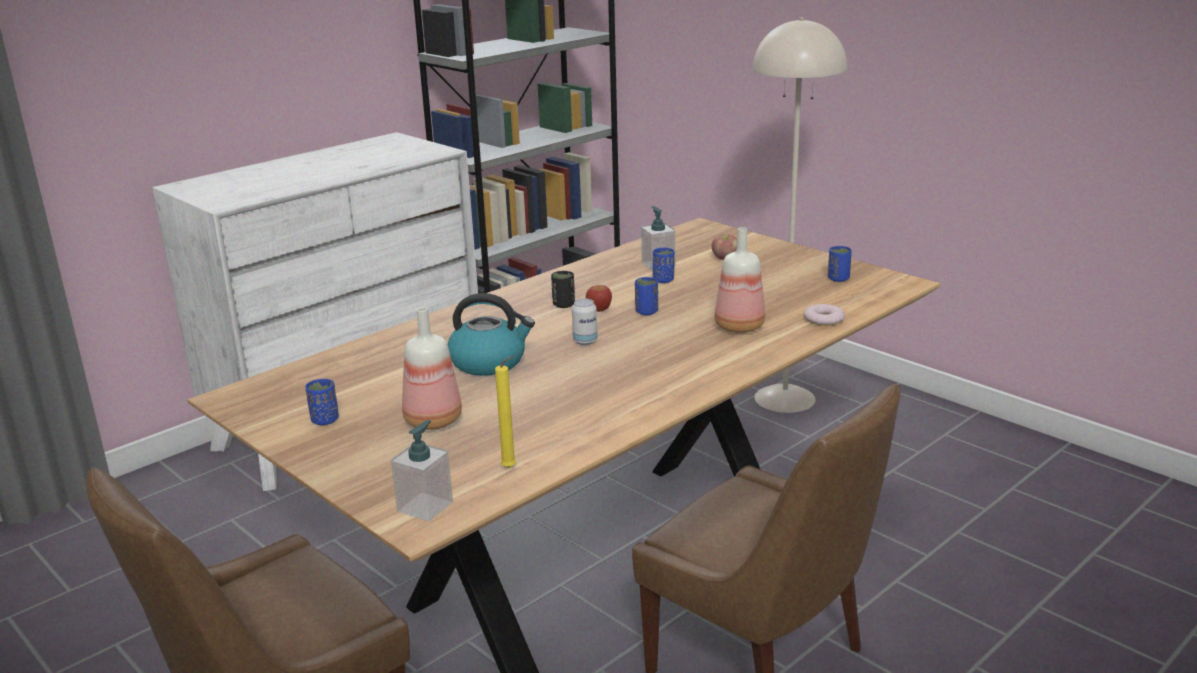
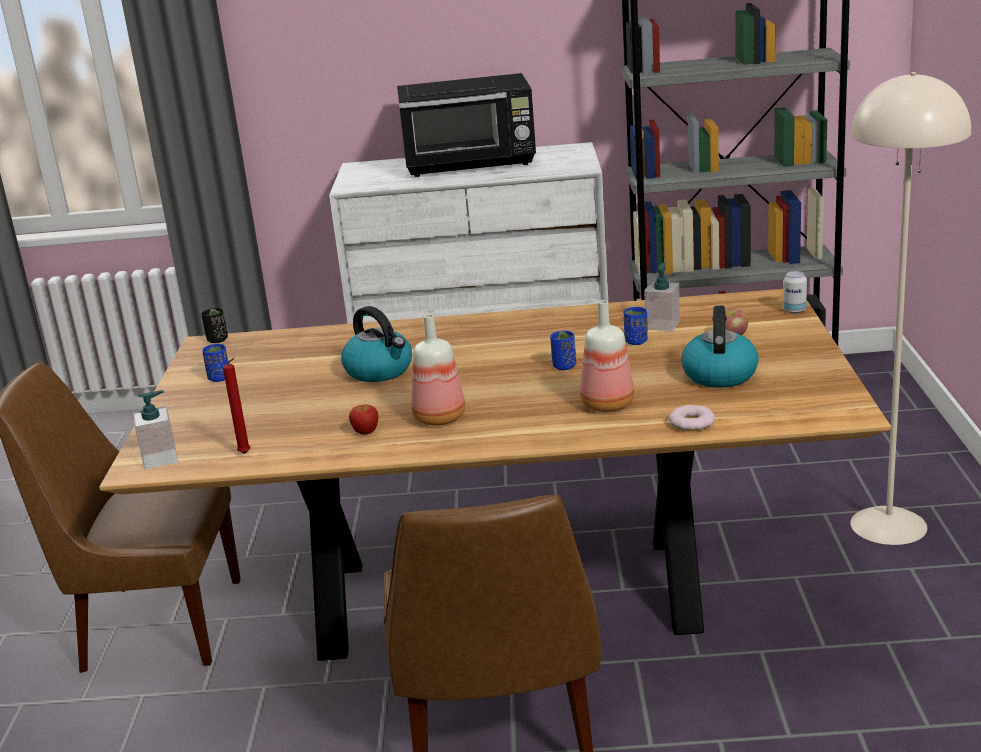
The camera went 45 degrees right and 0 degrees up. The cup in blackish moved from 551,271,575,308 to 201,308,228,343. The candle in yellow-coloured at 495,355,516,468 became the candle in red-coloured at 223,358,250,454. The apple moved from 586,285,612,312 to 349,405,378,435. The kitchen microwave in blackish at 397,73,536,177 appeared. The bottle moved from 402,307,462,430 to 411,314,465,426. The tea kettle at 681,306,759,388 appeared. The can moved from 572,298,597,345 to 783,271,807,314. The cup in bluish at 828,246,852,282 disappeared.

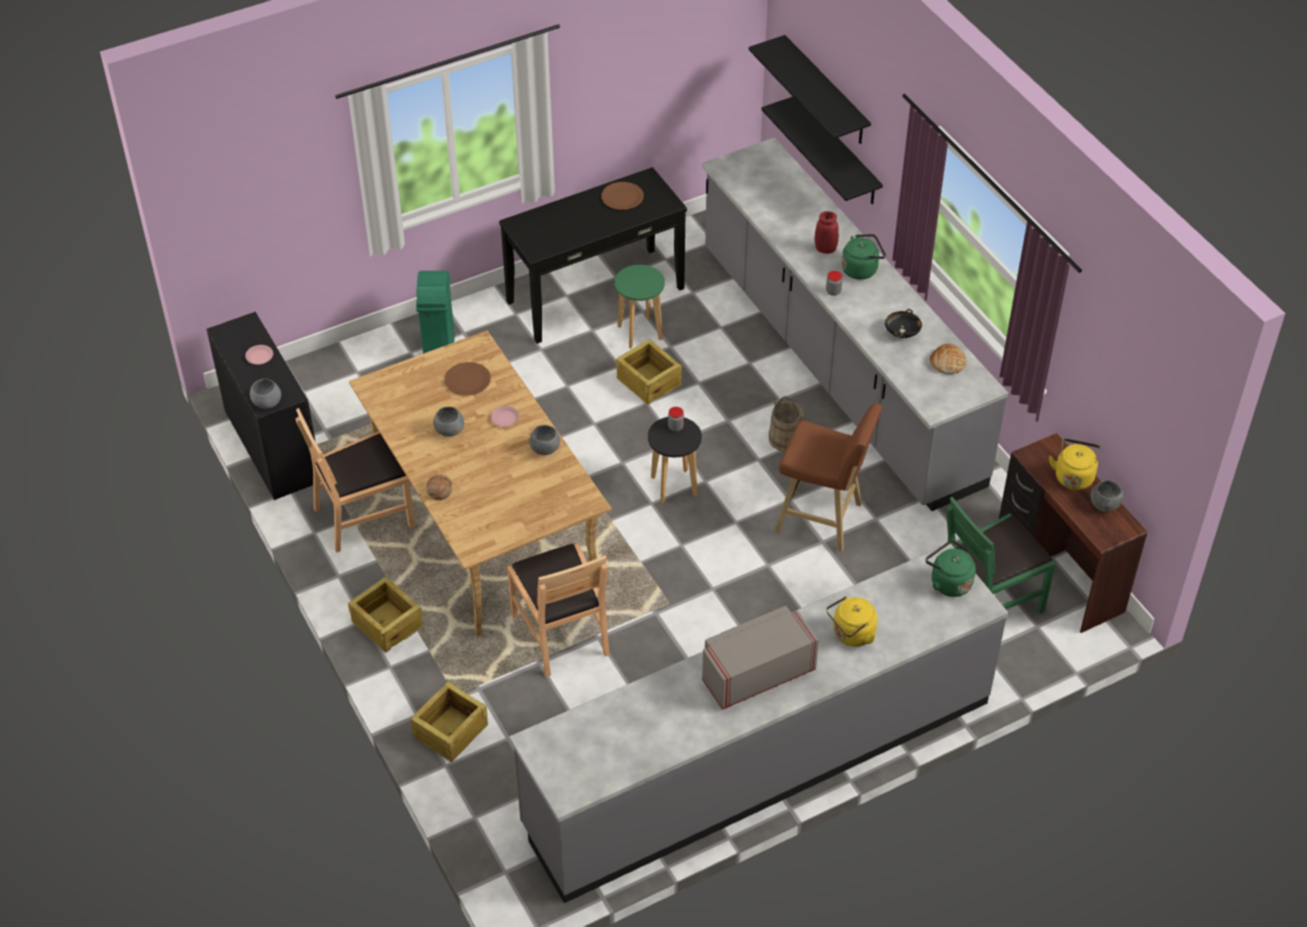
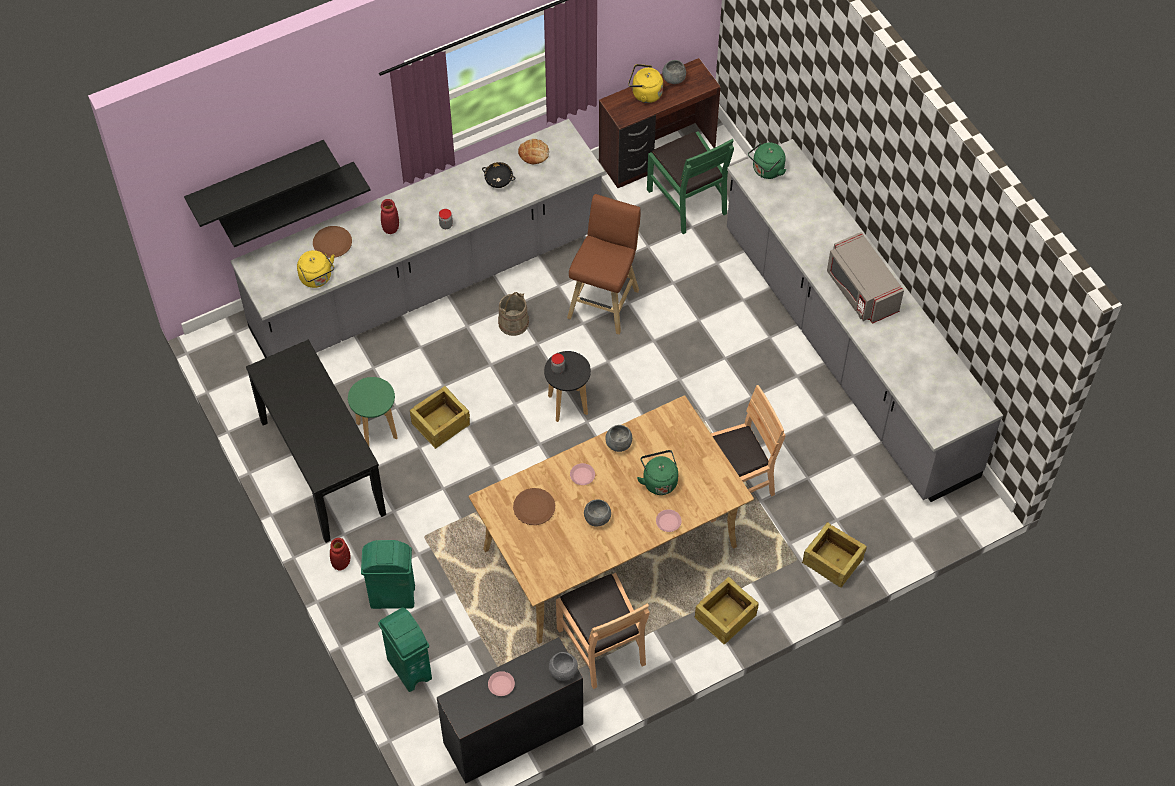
The camera went 90 degrees left and 10 degrees up. The tea kettle in yellow-coloured moved from 826,596,877,647 to 297,250,335,288. The plate in brownish moved from 601,182,644,210 to 313,226,352,258. The vase in red-coloured at 330,538,350,571 appeared. The waste bin in green-coloured at 378,608,432,692 appeared. The tea kettle in green-coloured moved from 842,234,886,280 to 637,450,678,495. The baked bread at 426,475,452,500 was replaced by the plate in pink-coloured at 656,509,681,532.

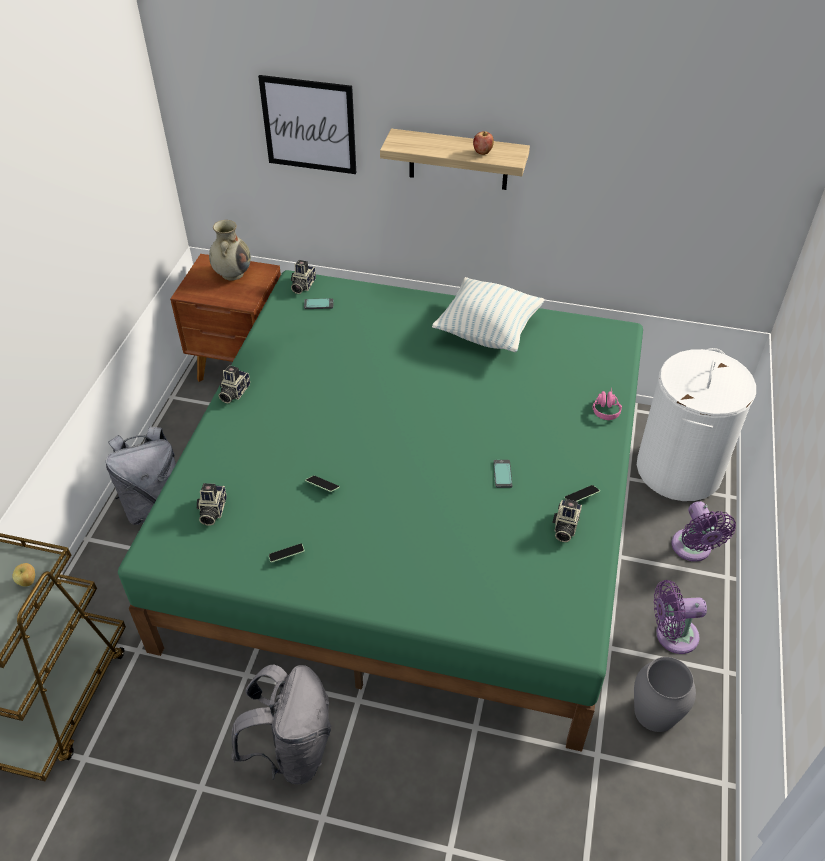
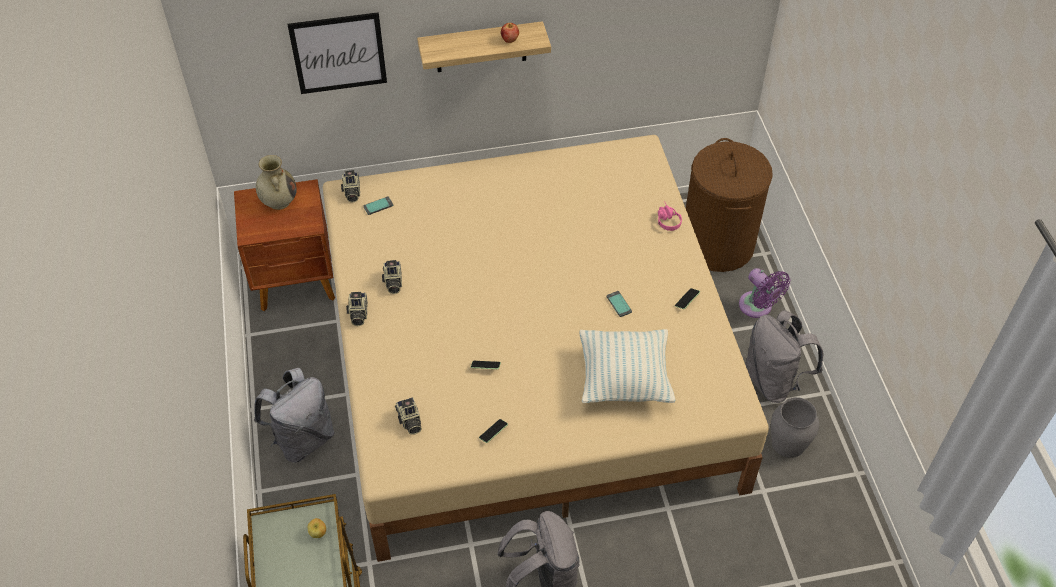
The camera went 25 degrees left and 5 degrees up. The bedroom bed in green-coloured at 118,270,643,752 became the bedroom bed in sand-coloured at 323,135,769,562. The still camera moved from 552,499,582,542 to 382,260,402,294. The throw pillow moved from 432,277,544,352 to 580,329,675,403. The hamper in whitish at 637,348,756,501 became the hamper in brownish at 686,138,773,272. The cooling fan in purple-coloured at 654,580,707,654 was replaced by the knapsack in gray at 745,310,824,403.

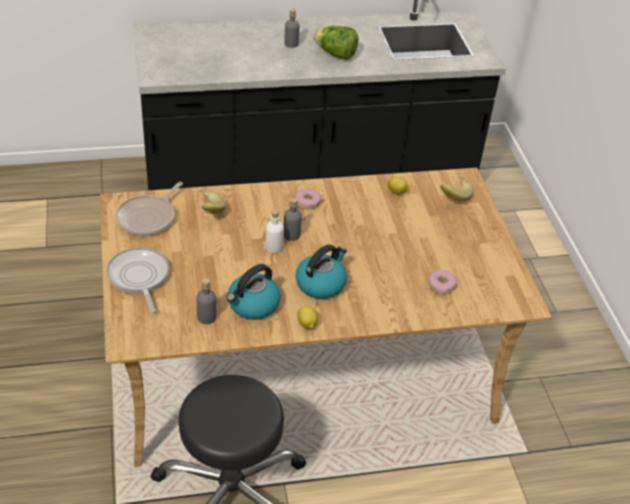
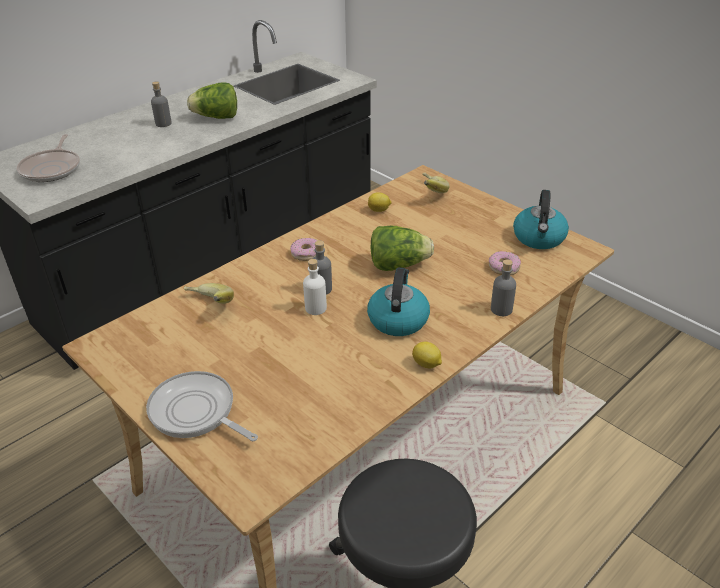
The camera went 30 degrees left and 5 degrees down. The frying pan moved from 116,182,183,236 to 17,134,80,182. The head of lettuce at 370,226,434,271 appeared. The bottle in gray moved from 197,278,216,324 to 491,259,516,316. The tea kettle moved from 227,264,281,320 to 513,190,569,249.

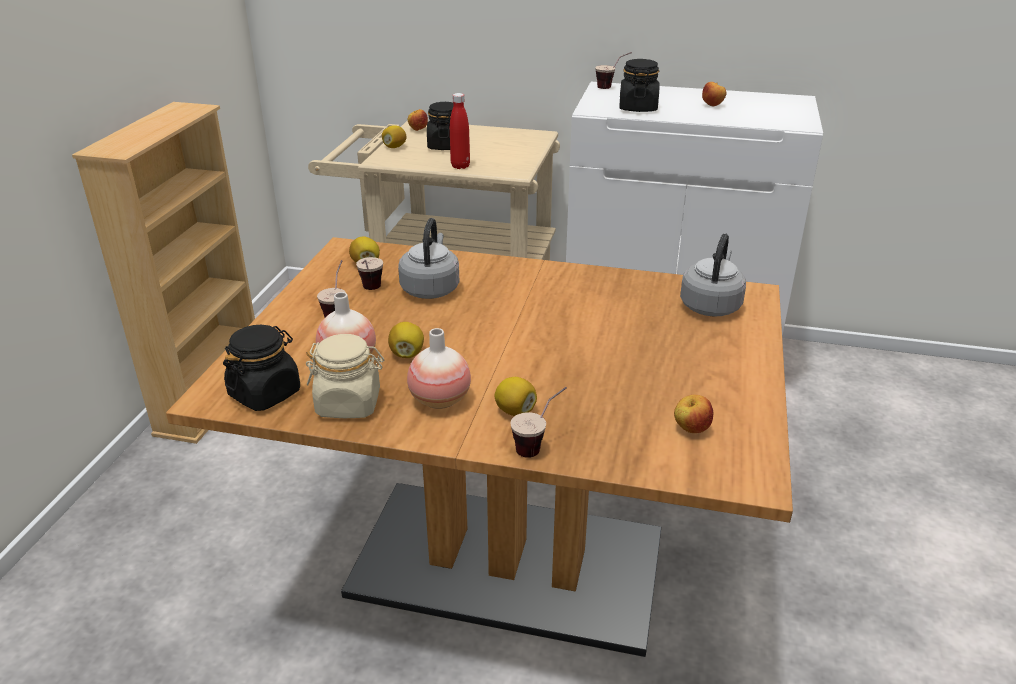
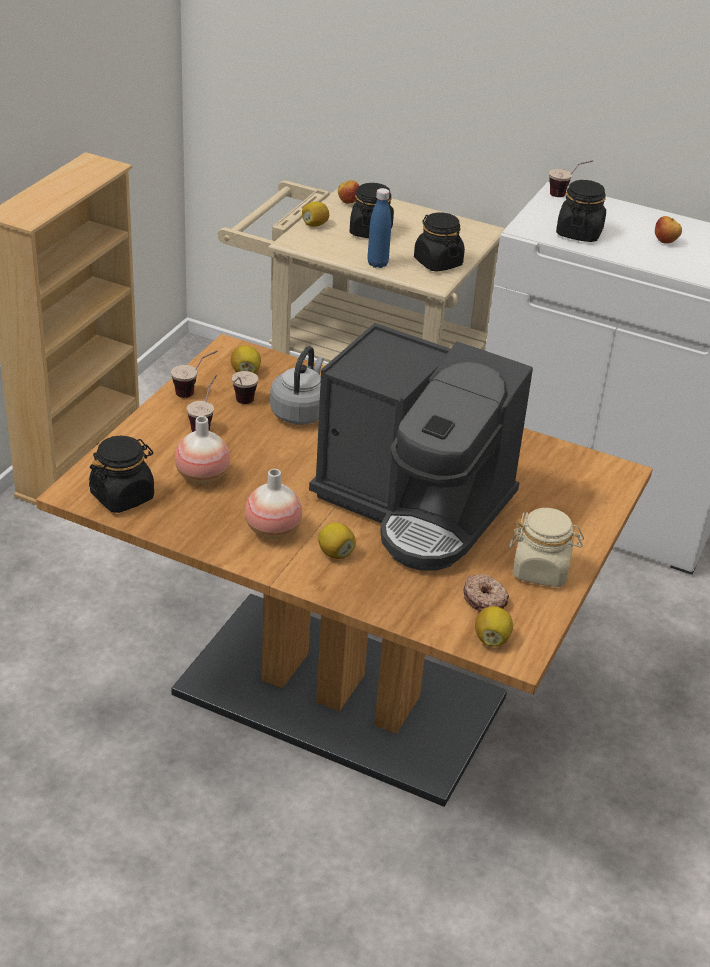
The camera went 10 degrees right and 5 degrees up. The cup moved from 510,387,567,458 to 171,351,218,398. The coffee machine at 309,323,533,571 appeared. The bottle in red-coloured at 450,93,470,169 became the bottle in bluish at 367,188,391,268. The storage jar in blackish at 414,212,465,272 appeared. The apple at 674,395,713,433 was replaced by the donut at 464,574,509,612. The lemon moved from 388,322,424,358 to 475,606,513,647. The storage jar in sand-coloured moved from 306,334,384,418 to 509,508,584,587. The tea kettle in gray at 680,234,746,317 disappeared.

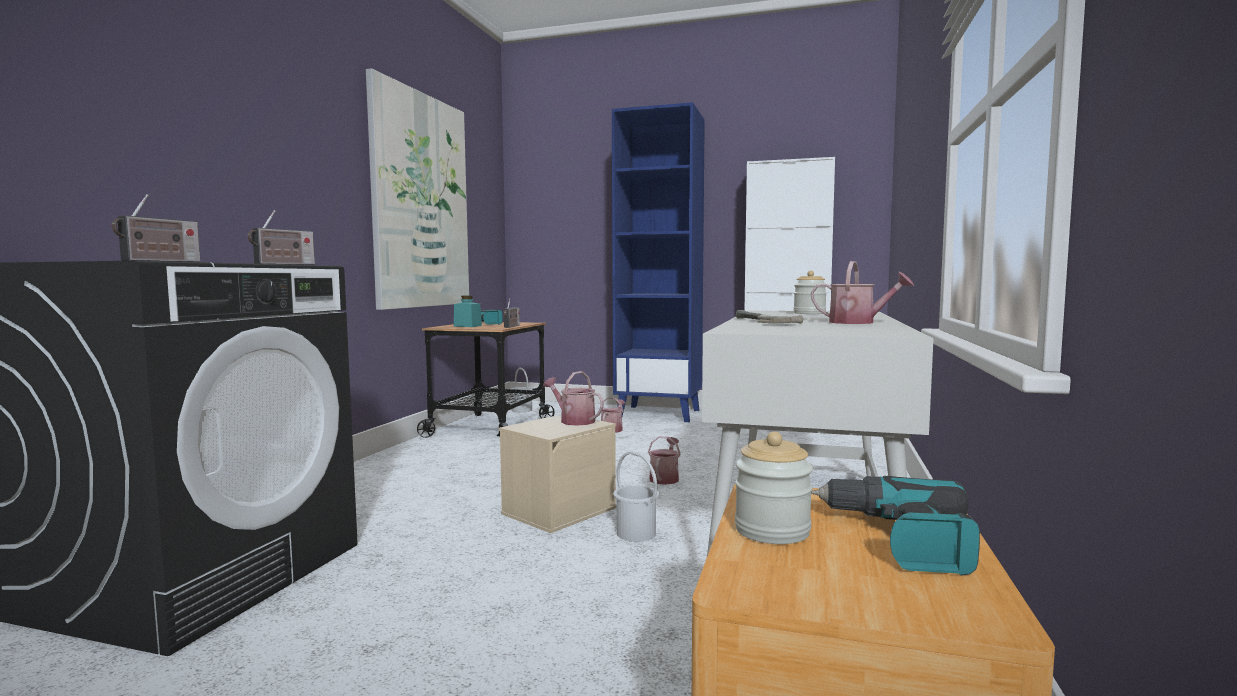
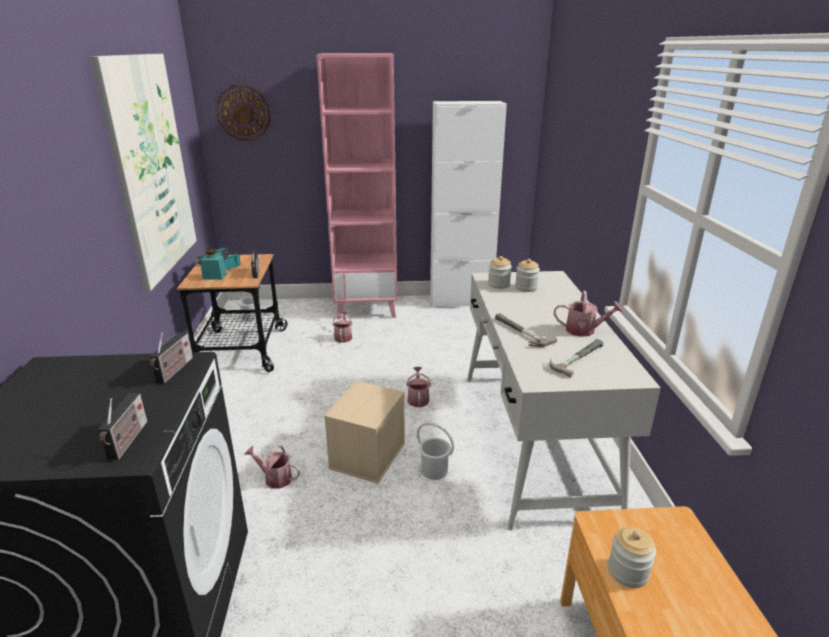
The camera went 20 degrees left and 20 degrees up. The hanging clock at 216,85,271,141 appeared. The watering pot moved from 543,371,604,426 to 244,446,300,489. The shelving unit in bluish at 612,102,705,422 became the shelving unit in pink-coloured at 316,53,397,319. The storage jar at 488,256,512,289 appeared. The hand hammer at 550,339,603,377 appeared. The drill at 811,476,980,576 disappeared.

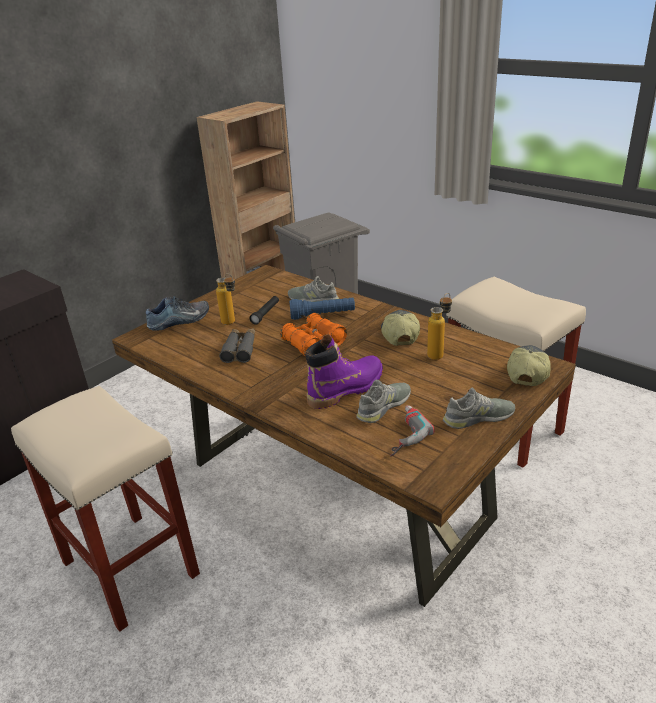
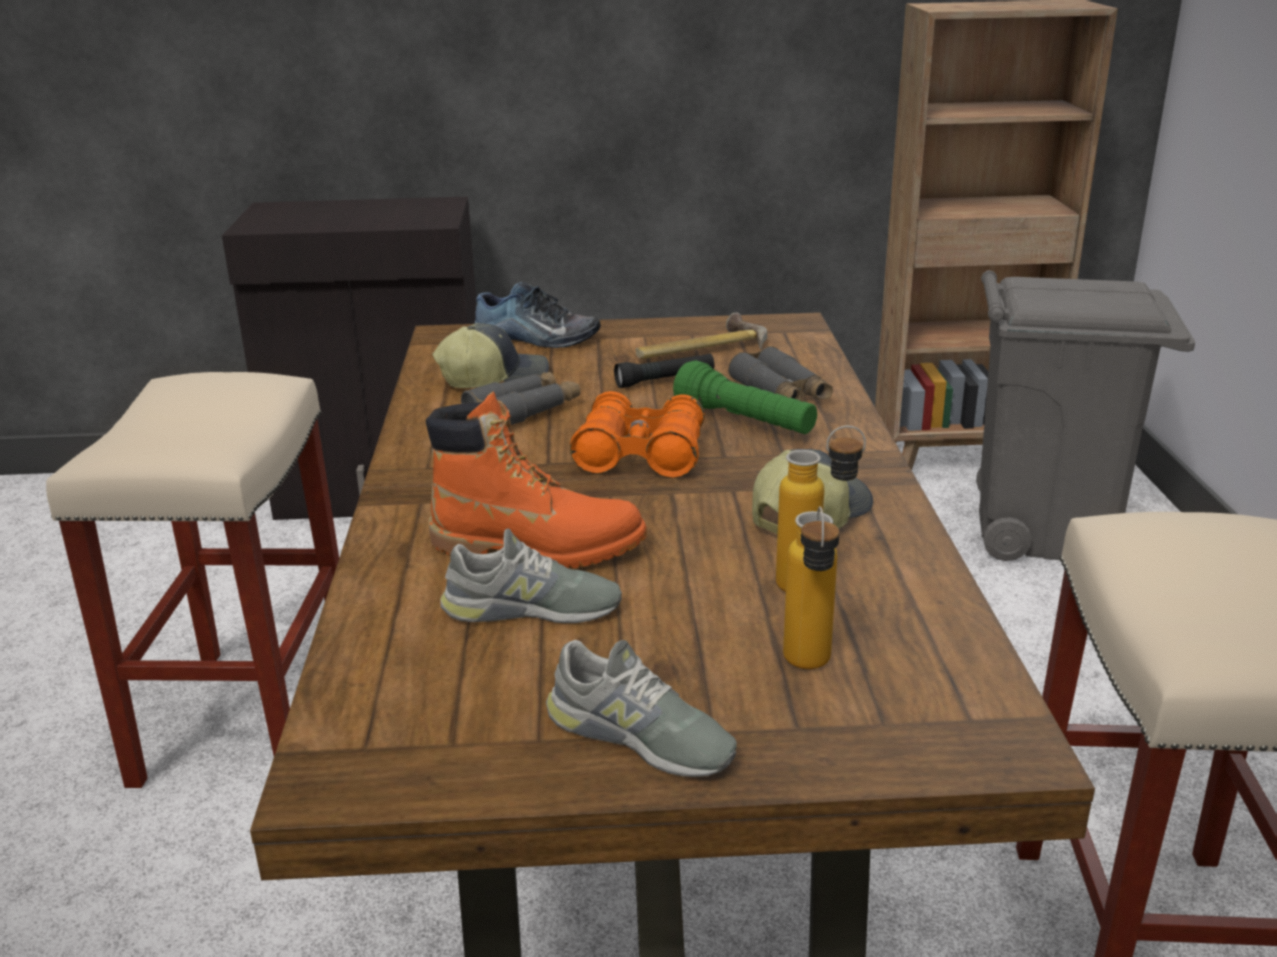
The camera went 45 degrees right and 5 degrees down. The high-top boot in purple-coloured at 305,334,383,409 became the high-top boot in orange at 426,391,647,568. The baseball cap moved from 507,345,551,386 to 432,323,549,388. The hand hammer at 636,313,767,359 appeared. The hand torch in bluish at 289,298,355,320 became the hand torch in green-coloured at 673,360,817,434. The shoe in gray at 288,276,339,302 was replaced by the pair of binoculars in gray at 728,346,833,400. The bottle moved from 216,273,235,325 to 783,506,840,669. The drill at 390,405,435,457 disappeared.

